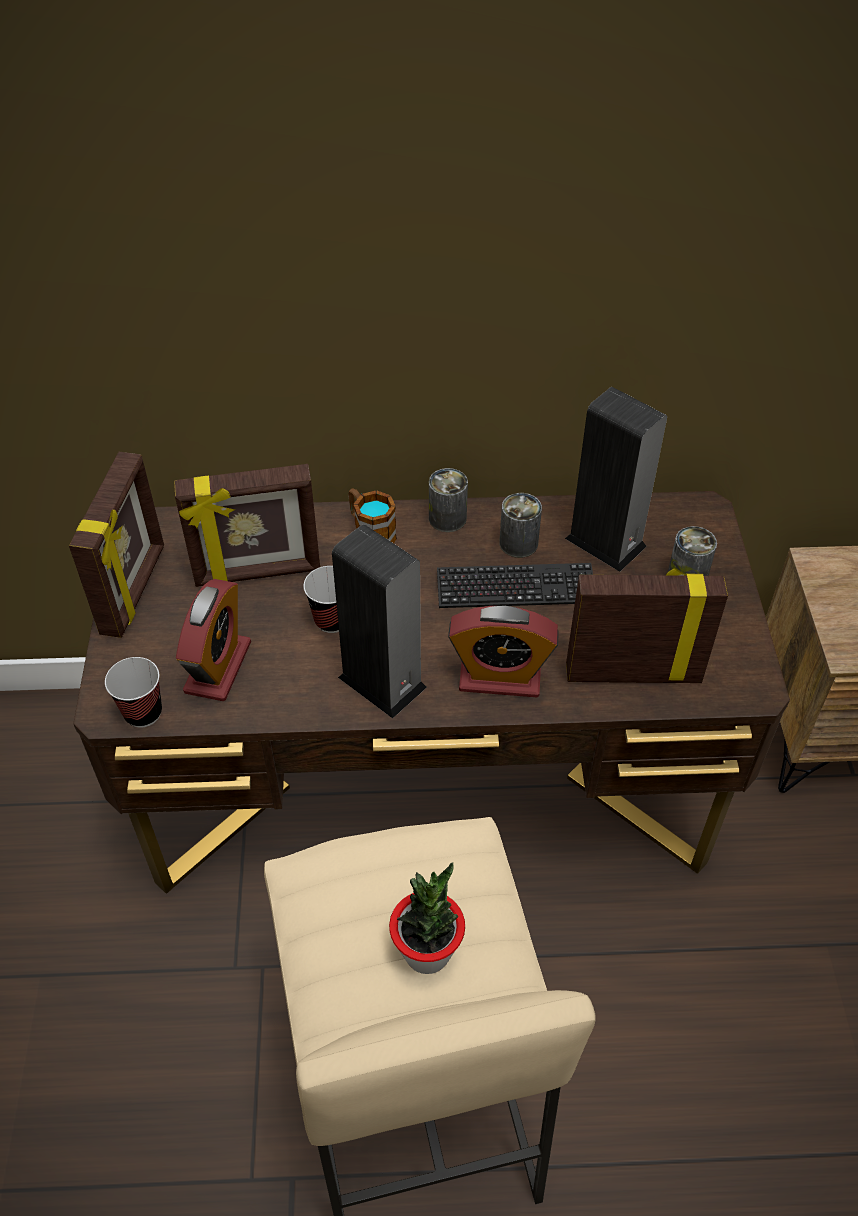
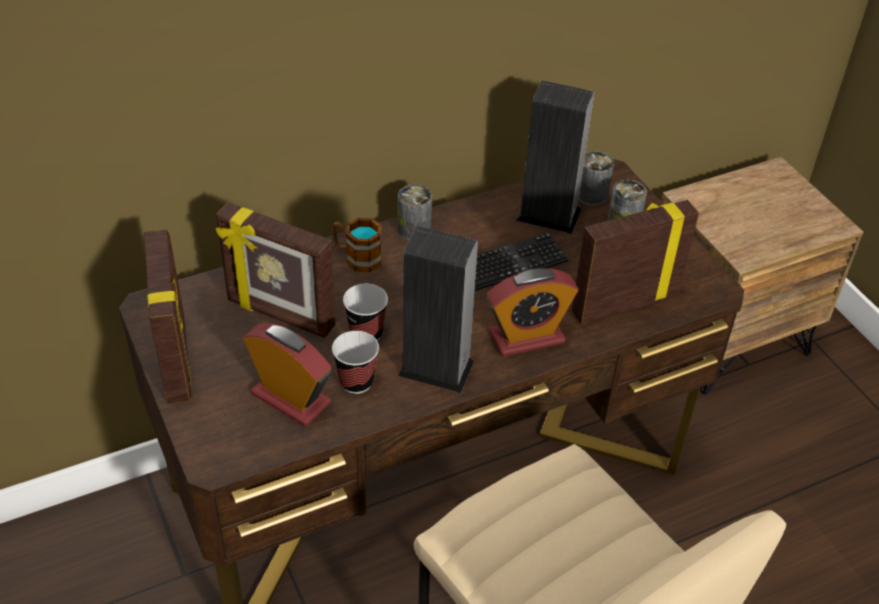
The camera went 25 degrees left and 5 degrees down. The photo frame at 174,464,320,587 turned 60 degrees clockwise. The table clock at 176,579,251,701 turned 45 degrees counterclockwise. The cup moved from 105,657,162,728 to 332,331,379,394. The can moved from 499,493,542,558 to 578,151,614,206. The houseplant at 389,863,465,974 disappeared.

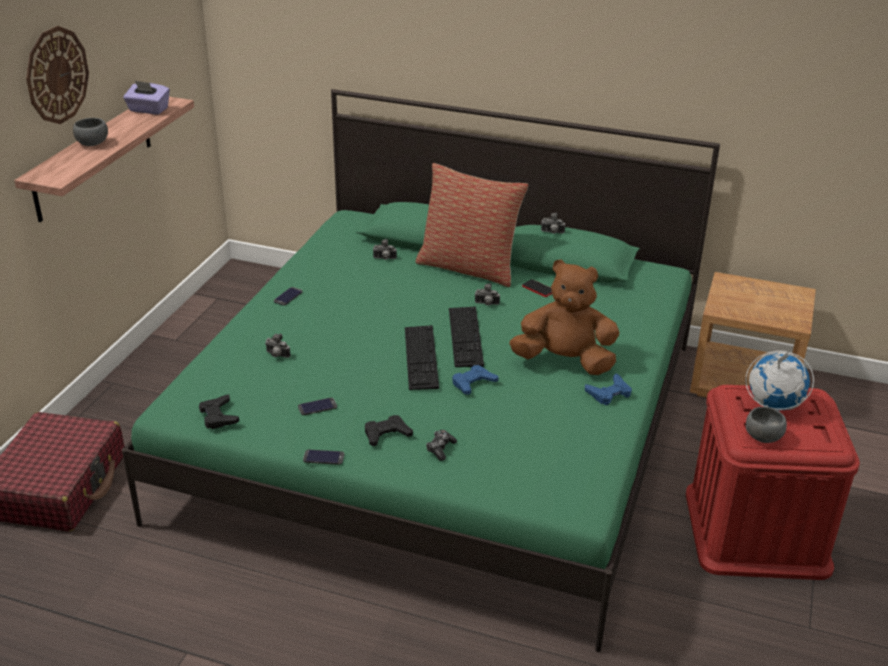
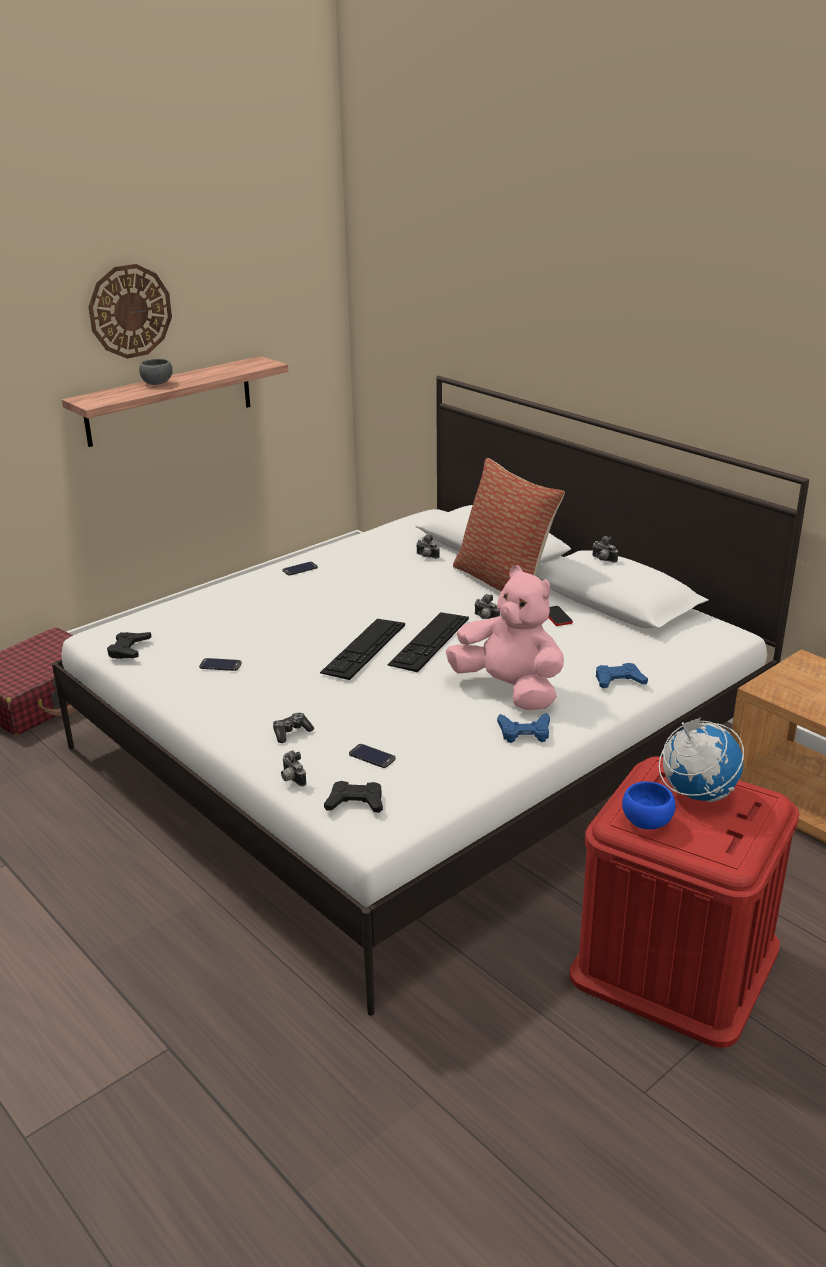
The camera went 30 degrees right and 5 degrees down. The bedroom bed in green-coloured at 122,89,720,652 became the bedroom bed in whitish at 52,376,809,1016. The still camera moved from 265,333,291,358 to 281,750,306,786. The game controller in blackish moved from 365,415,413,446 to 324,781,383,813. The handset moved from 303,450,344,465 to 349,744,396,768. The cuddly toy in brownish at 509,260,620,375 became the cuddly toy in pink-coloured at 446,565,564,710. The game controller in bluish moved from 452,365,499,395 to 596,663,648,688. The serving bowl in gray at 746,407,787,443 became the serving bowl in bluish at 622,781,676,829. The tissue holder in purple-coloured at 123,81,170,115 disappeared.

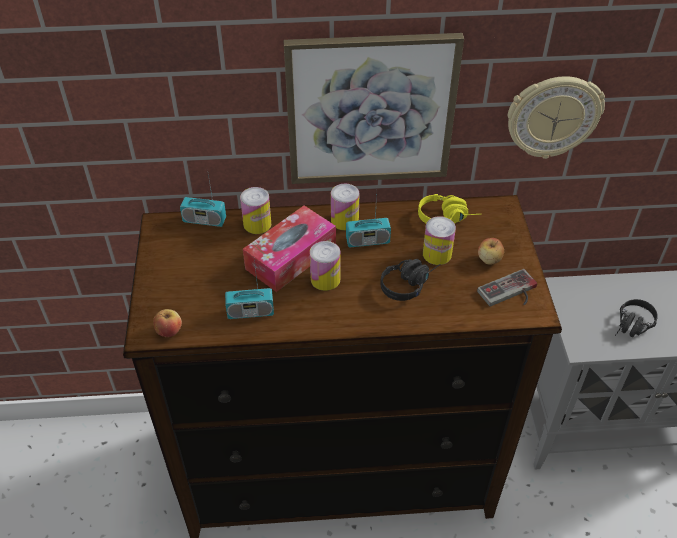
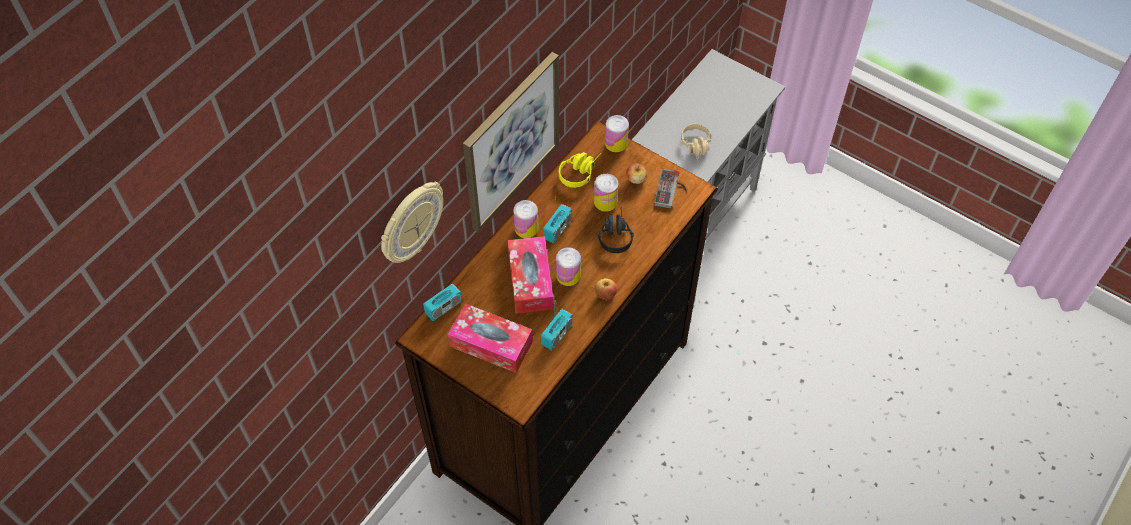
The camera went 50 degrees left and 10 degrees up. The hanging clock moved from 507,76,605,159 to 381,182,443,263. The tissue holder at 448,303,533,373 appeared. The apple moved from 153,309,182,337 to 595,279,617,300. The can moved from 240,187,271,234 to 605,115,629,152. The headset in blackish at 615,299,658,337 became the headset in sand-coloured at 681,124,710,161.

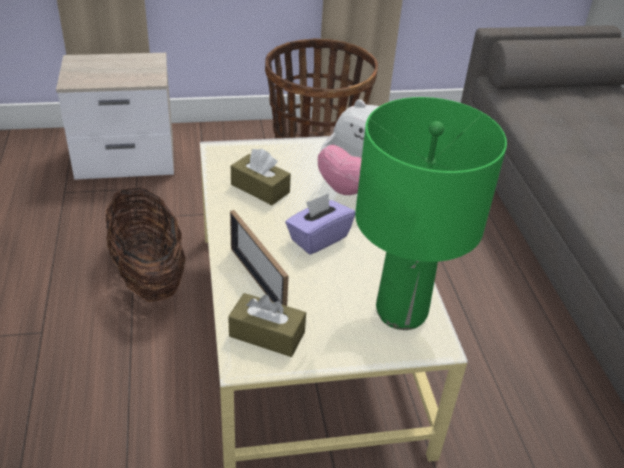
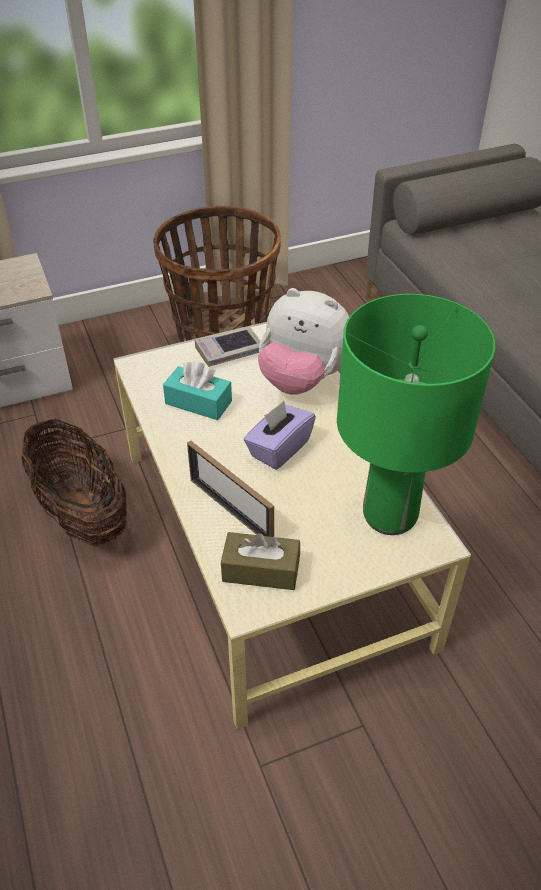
The camera went 10 degrees left and 5 degrees up. The tissue holder in brownish at 231,149,291,205 became the tissue holder in blue-green at 163,361,232,420. The volume at 194,326,261,367 appeared.

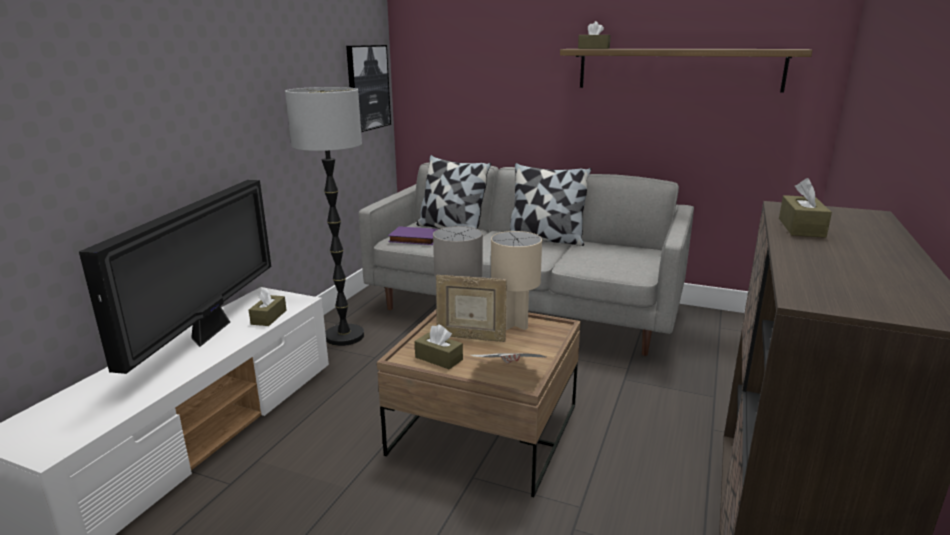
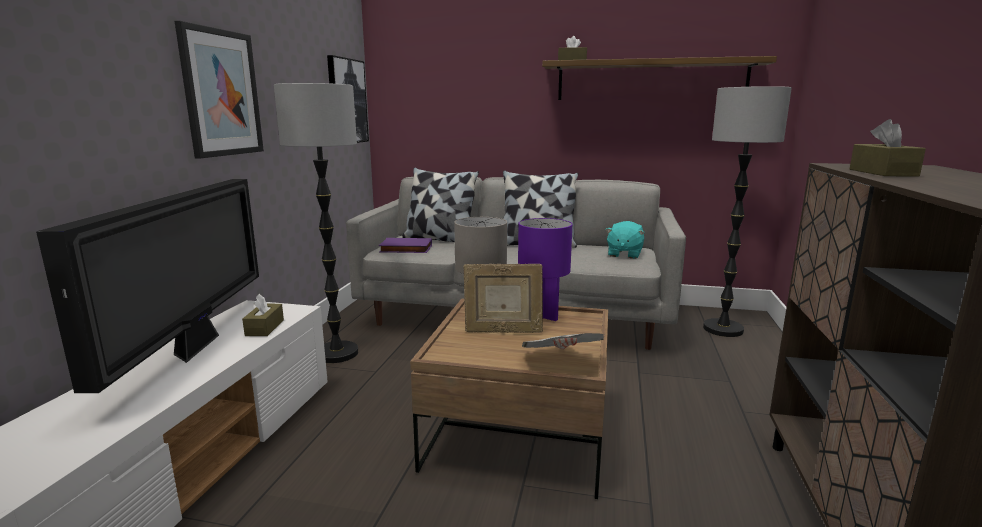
The camera went 10 degrees left and 5 degrees down. The picture at 175,21,264,159 appeared. The table lamp in sand-coloured at 491,231,542,330 became the table lamp in purple-coloured at 518,218,572,321. The cuddly toy in blue-green at 605,221,645,259 appeared. The standard lamp at 703,86,792,337 appeared. The tissue holder in brownish at 415,325,463,369 disappeared.

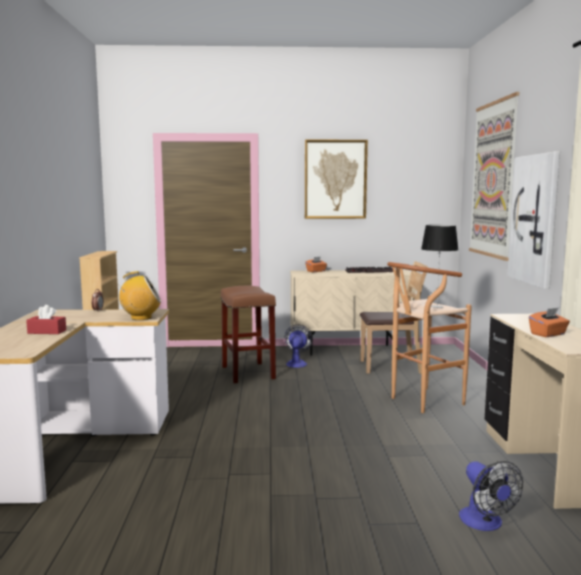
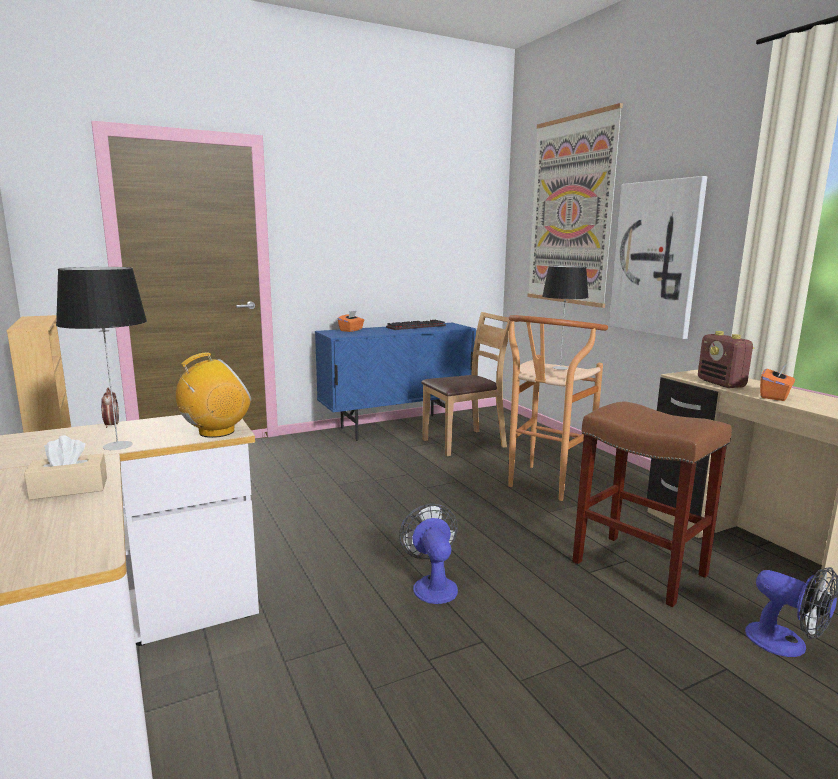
The camera went 25 degrees left and 5 degrees up. The tissue holder in red-coloured at 26,305,66,334 became the tissue holder in sand-coloured at 24,436,107,500. The table lamp at 56,267,147,450 appeared. The cabinet in sand-coloured at 290,270,416,356 became the cabinet in bluish at 315,323,476,441. The cooling fan moved from 285,325,313,368 to 399,504,458,604. The stool in brownish moved from 220,286,276,383 to 572,402,732,607. The radio receiver at 698,331,754,388 appeared. The picture at 305,140,368,219 disappeared.

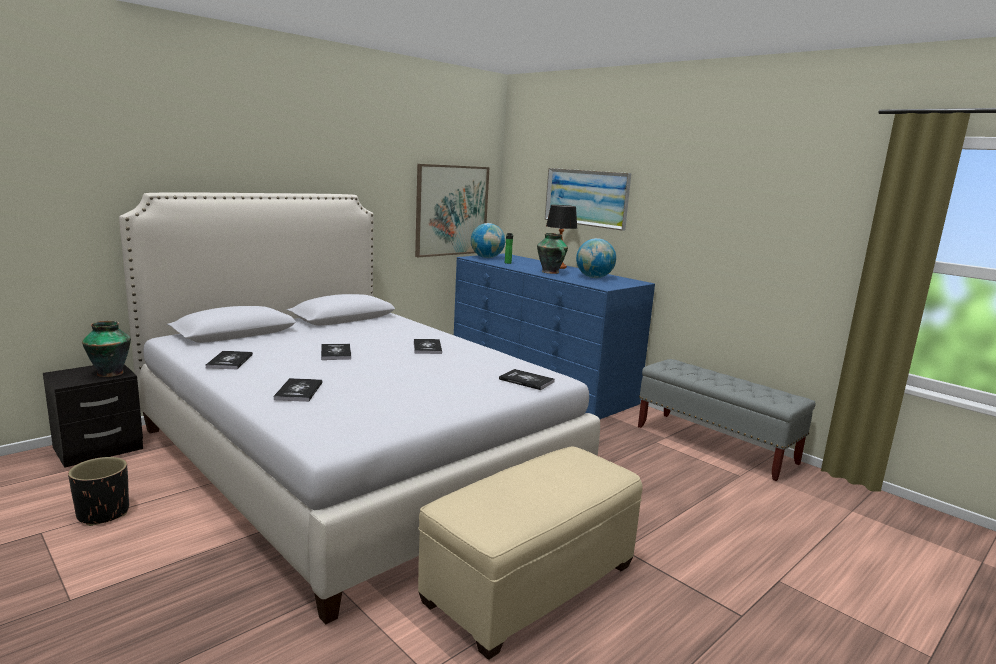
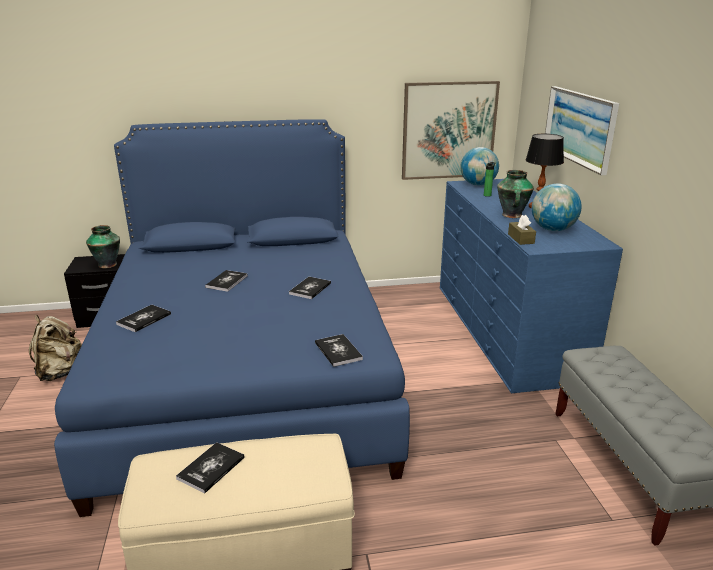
The camera went 35 degrees right and 10 degrees up. The flower pot in blackish at 68,457,129,526 was replaced by the knapsack in sand-coloured at 29,315,82,381. The bedroom bed in whitish at 119,192,600,625 became the bedroom bed in bluish at 54,119,410,517. The volume moved from 206,351,253,369 to 176,442,245,494. The tissue holder in brownish at 508,215,536,245 appeared.

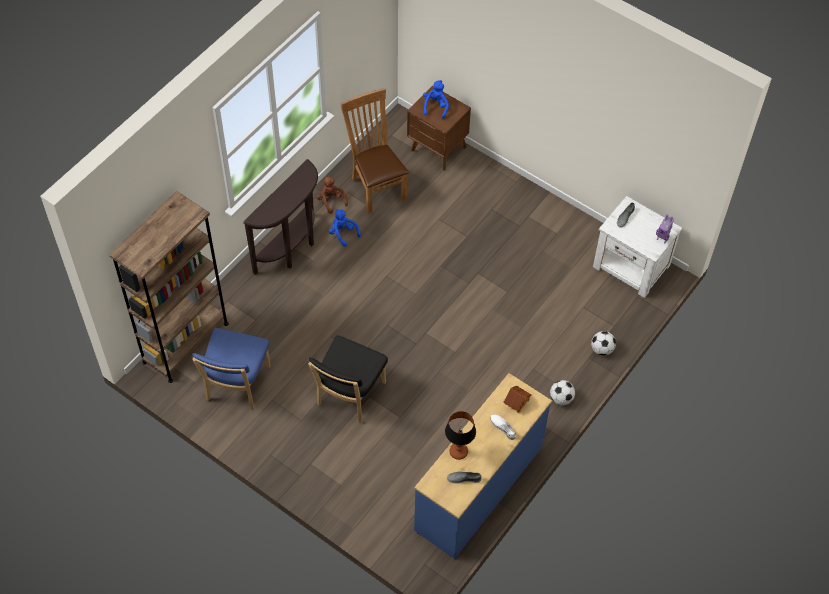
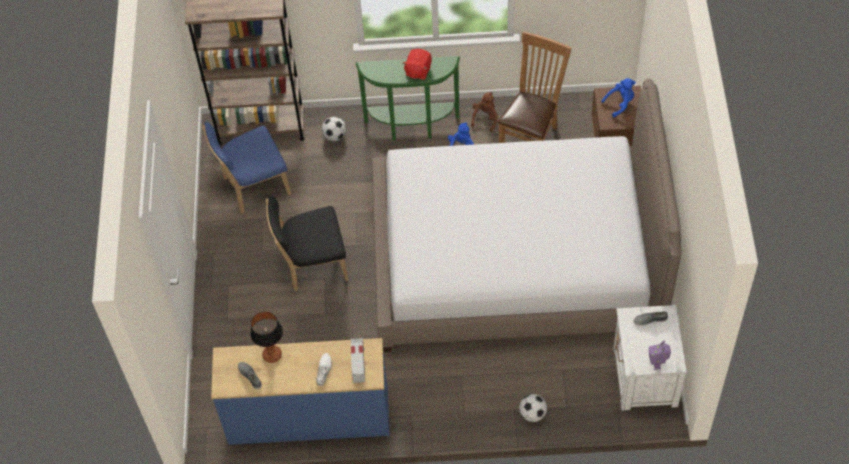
The camera went 55 degrees right and 0 degrees up. The football ball moved from 550,380,575,405 to 322,117,346,141. The toy house at 503,385,532,413 was replaced by the model truck at 351,338,365,383. The hall table in brownish at 243,159,318,275 became the hall table in green-coloured at 356,56,460,140. The bedroom bed at 372,79,681,352 appeared. The cuddly toy in red-coloured at 403,49,432,80 appeared.

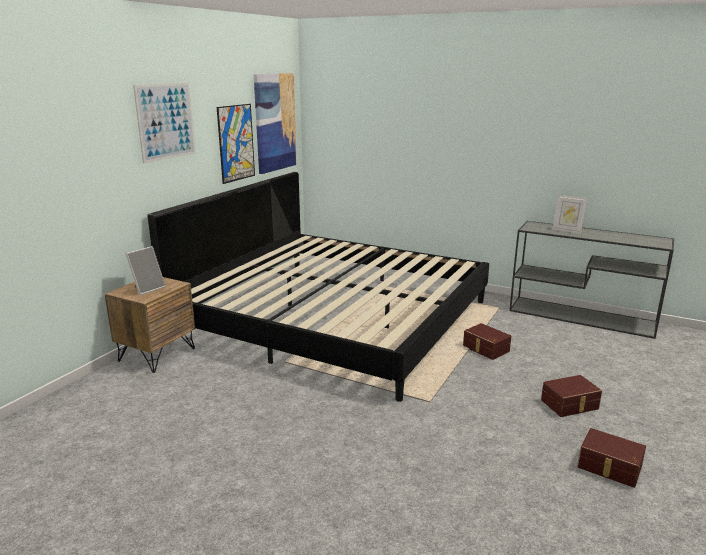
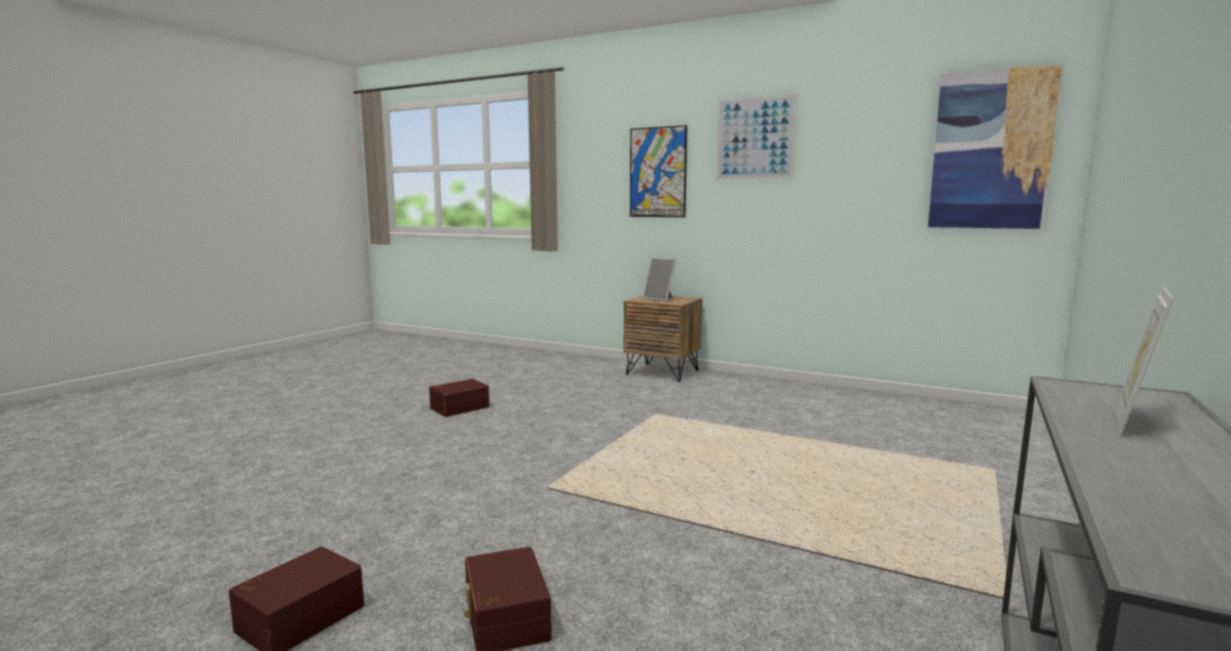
The camera went 90 degrees right and 10 degrees down. The storage box in brownish moved from 463,323,511,360 to 429,379,489,417. The picture moved from 217,104,255,184 to 630,125,687,217. The bedroom bed at 148,172,489,402 disappeared.

